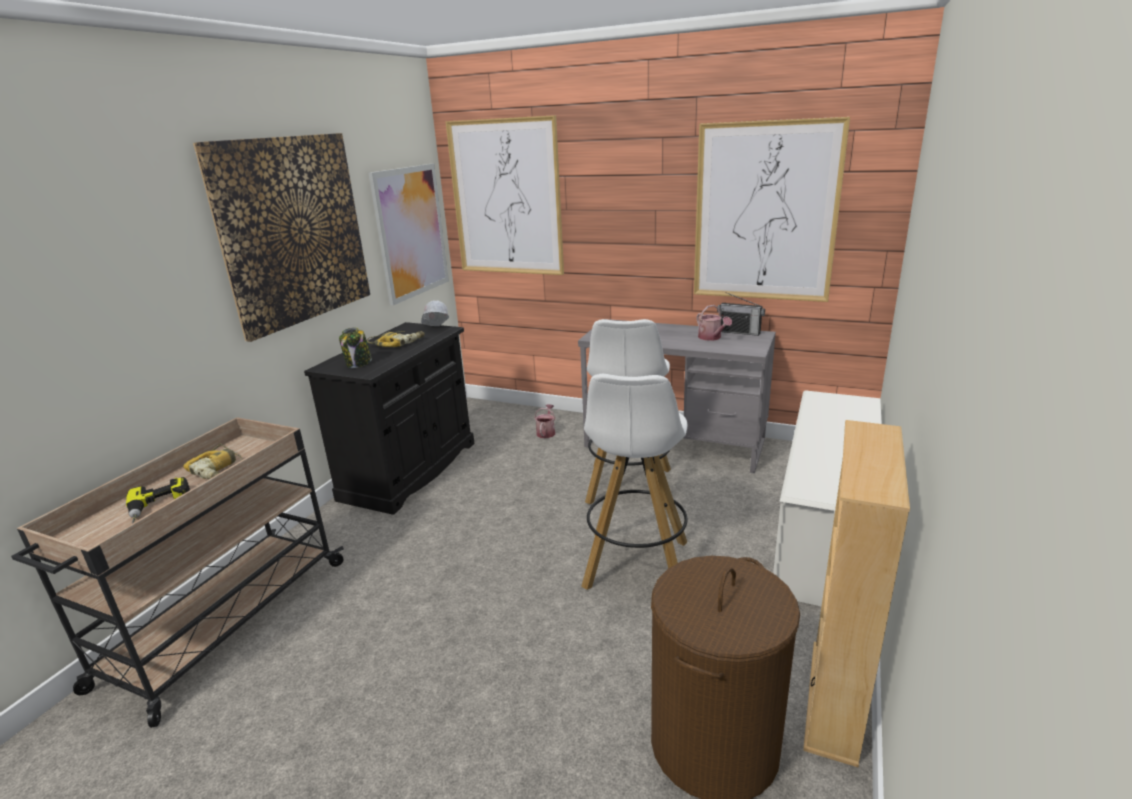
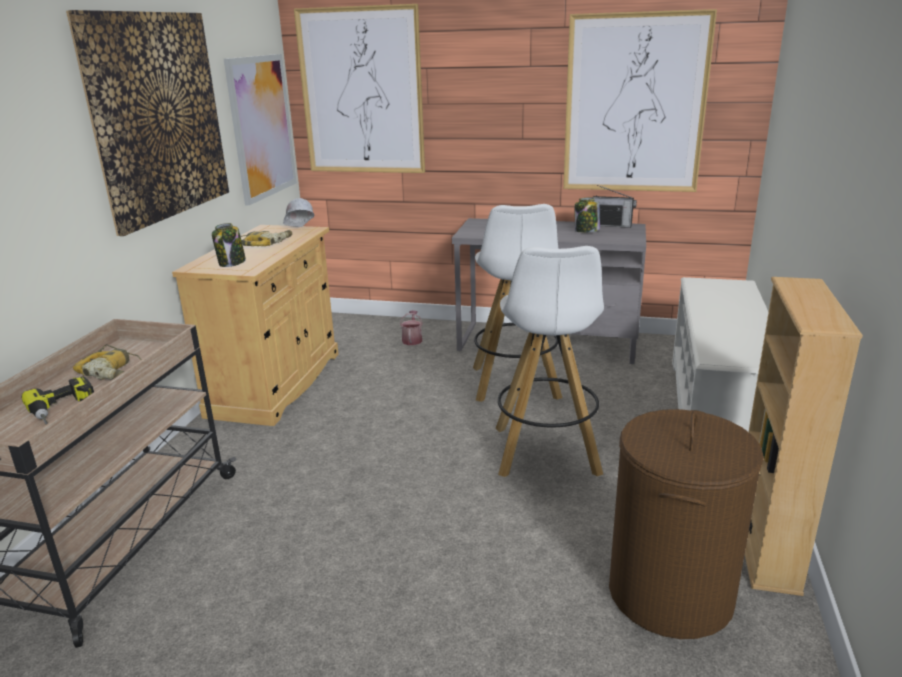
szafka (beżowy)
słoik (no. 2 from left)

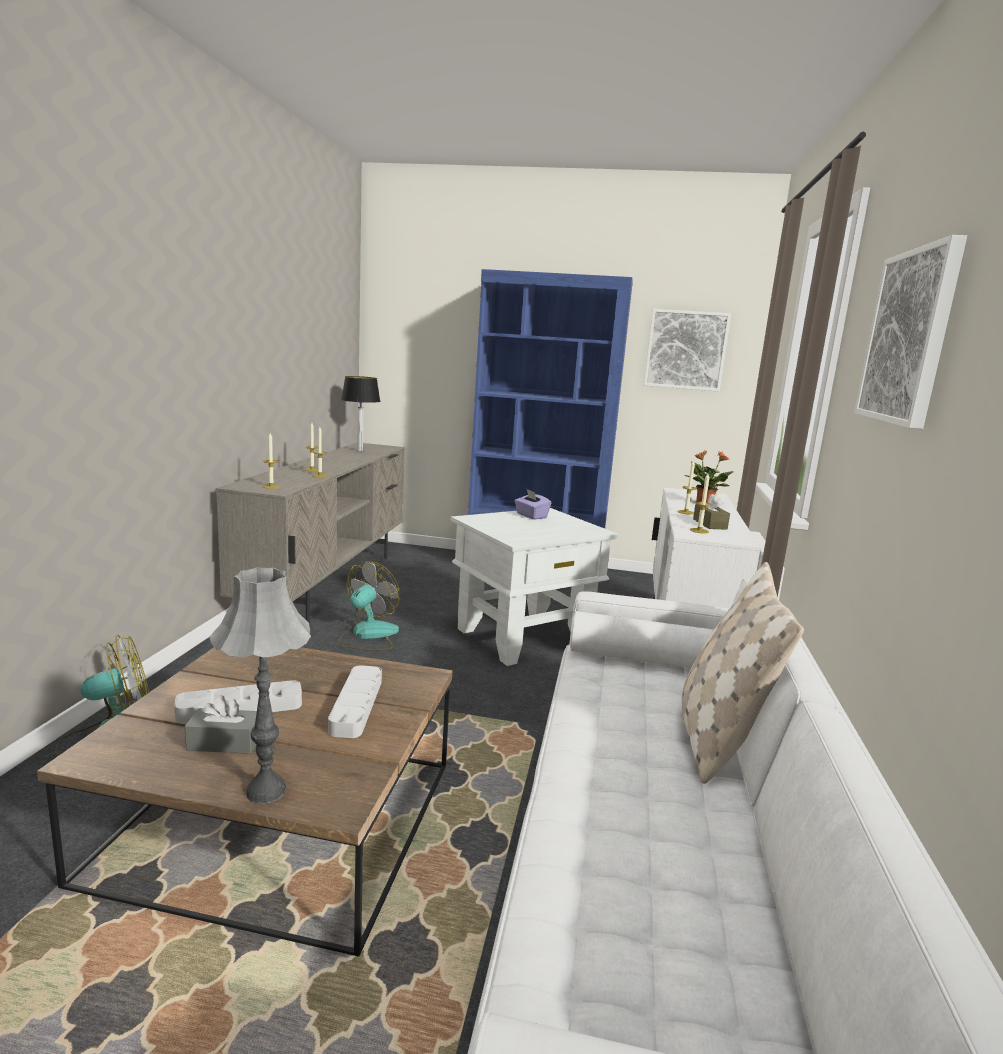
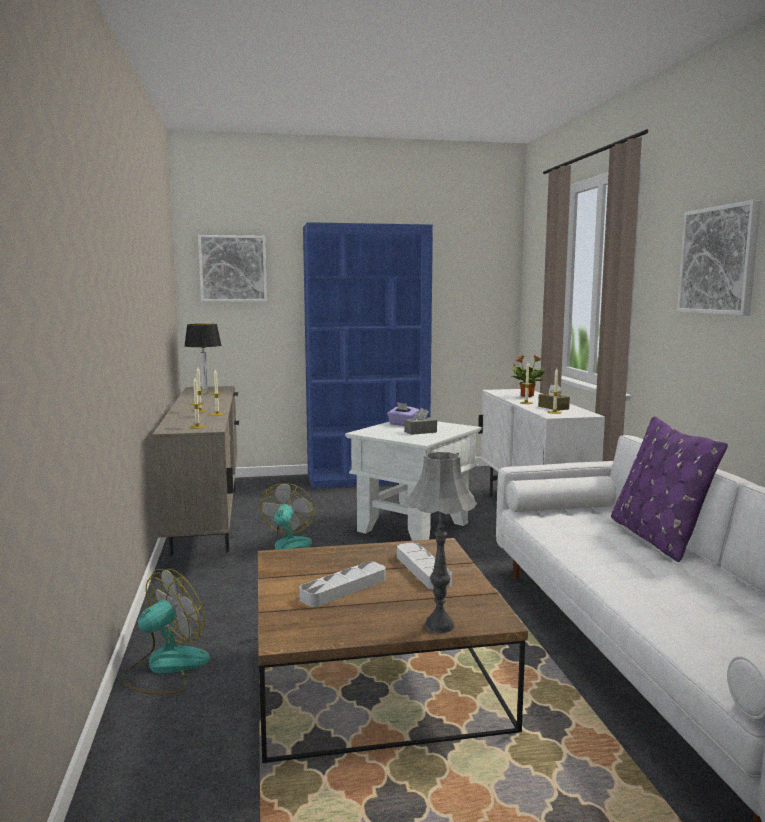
pudełko chusteczek (szary)
obraz (no. 1 from left)
poduszka (fioletowy)

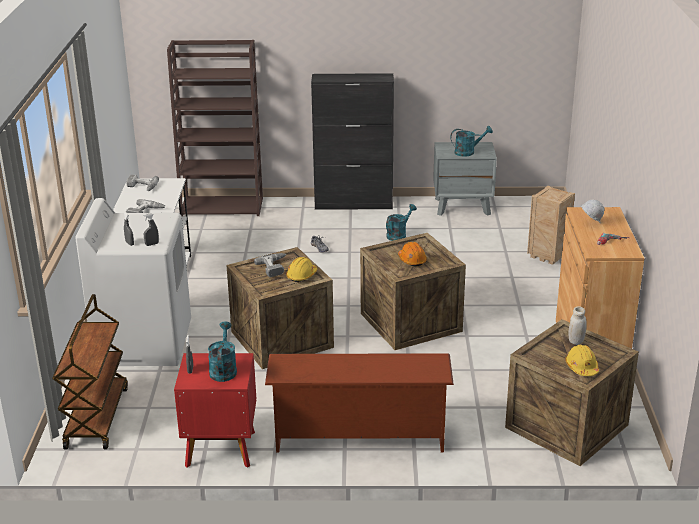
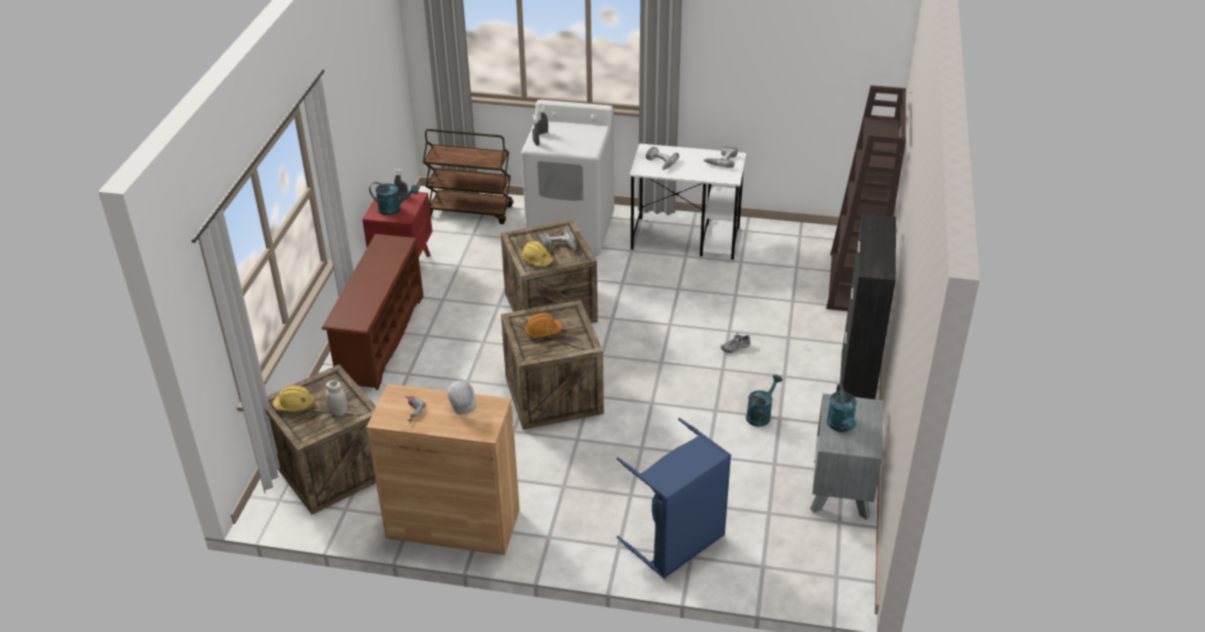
konewka (turkusowy) (no. 2 from left)
kosz na pranie (niebieski)

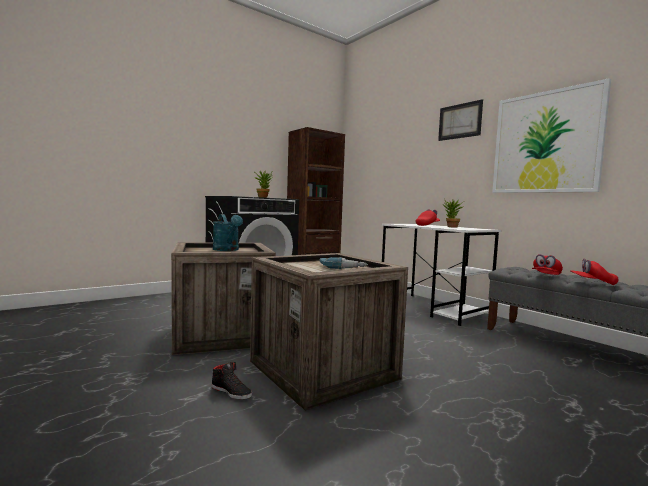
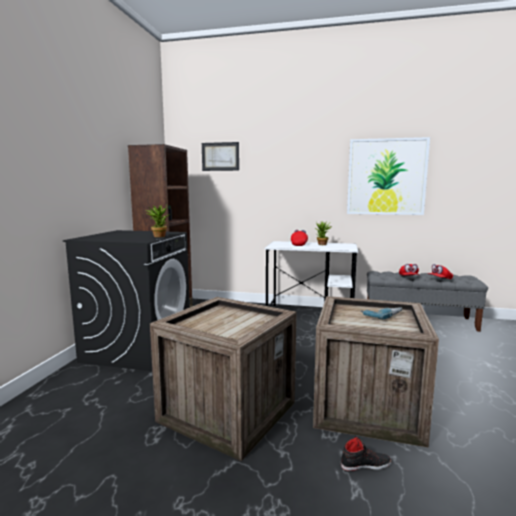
konewka (turkusowy)
obraz (no. 1 from left)

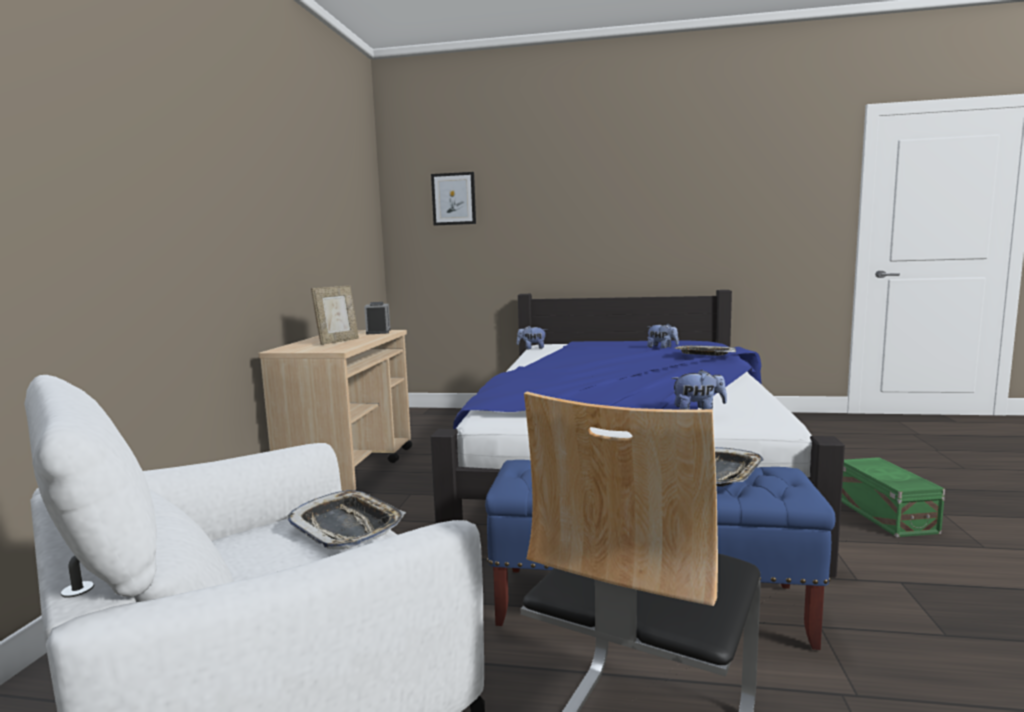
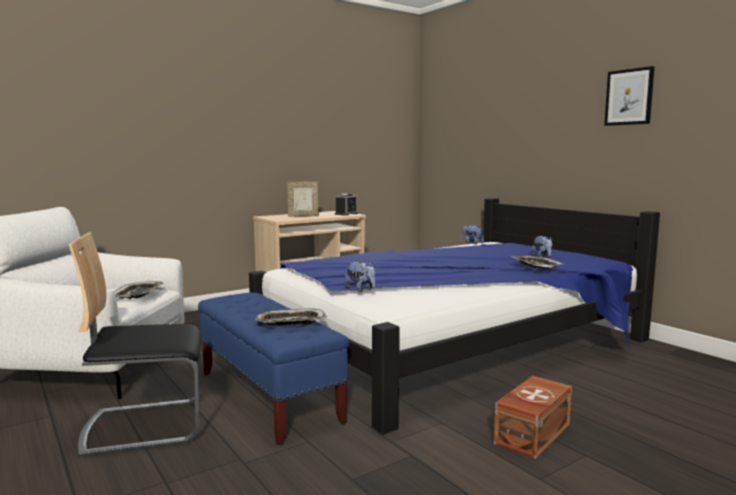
obraz
pojemnik do przechowywania (brązowy)

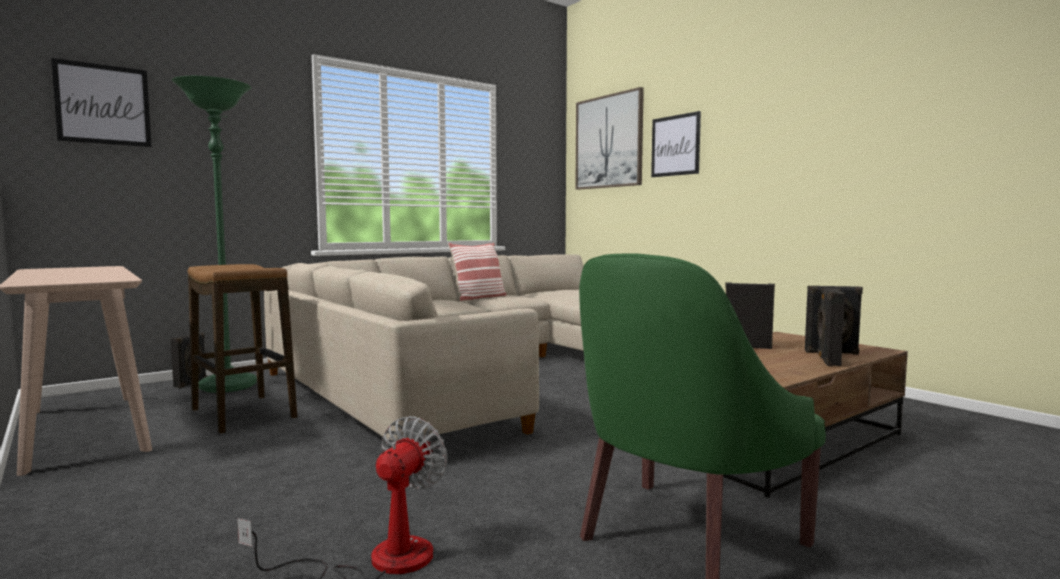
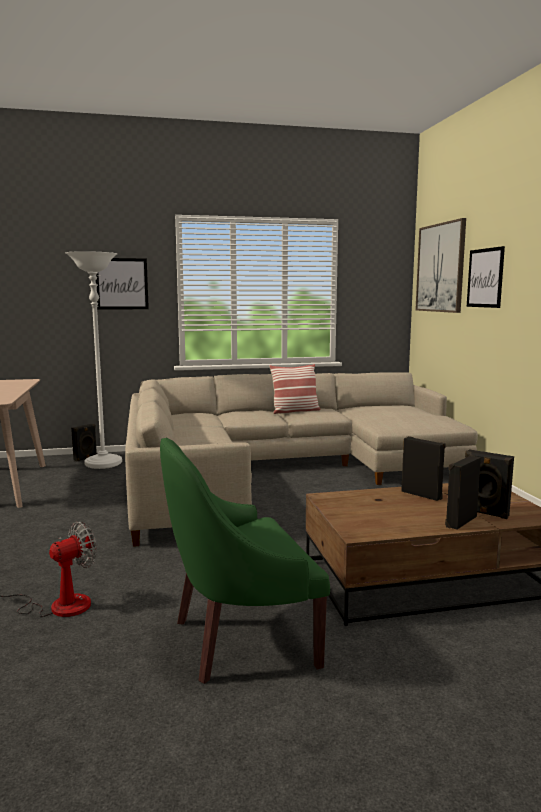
obraz (no. 1 from left)
lampa stojąca (biały)
stołek

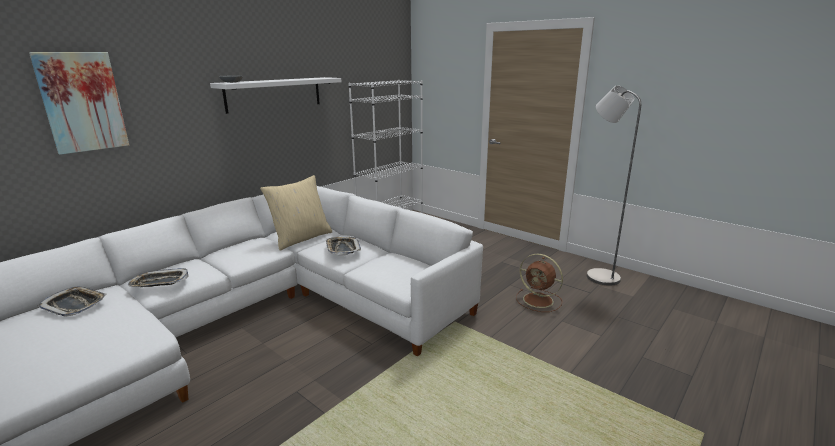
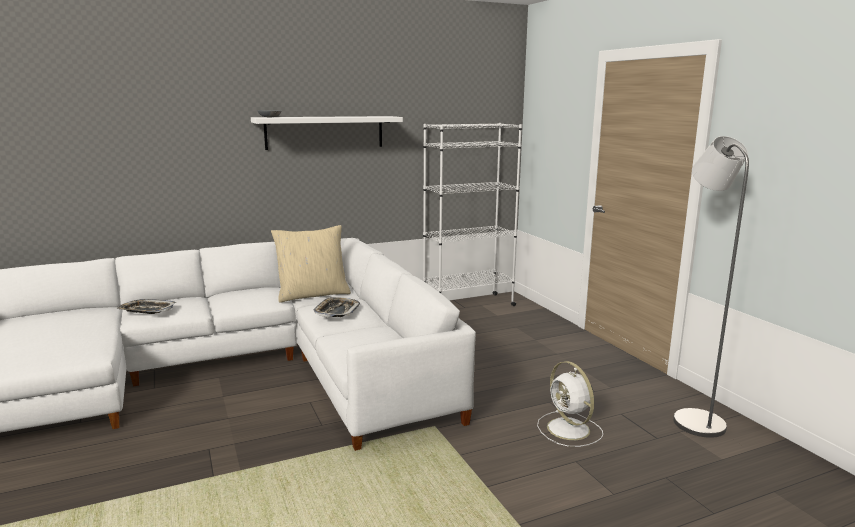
obraz
taca (no. 1 from left in the first image)
wentylator (biały)

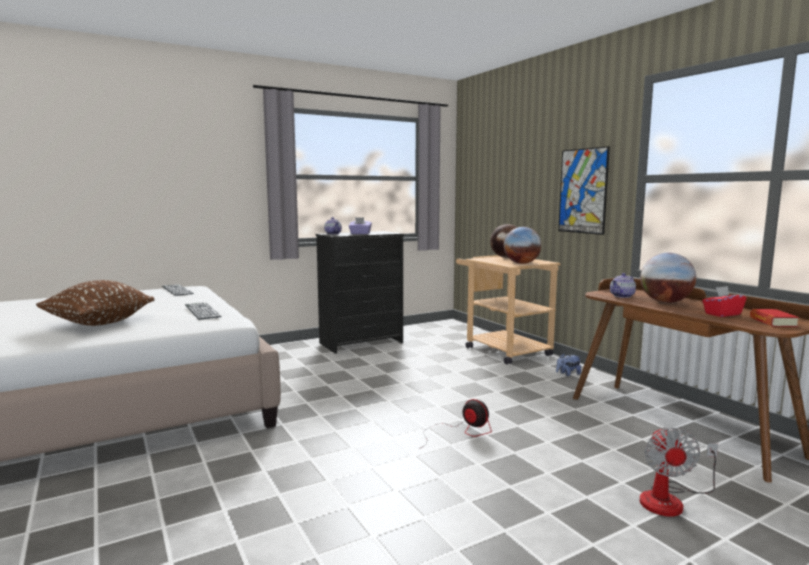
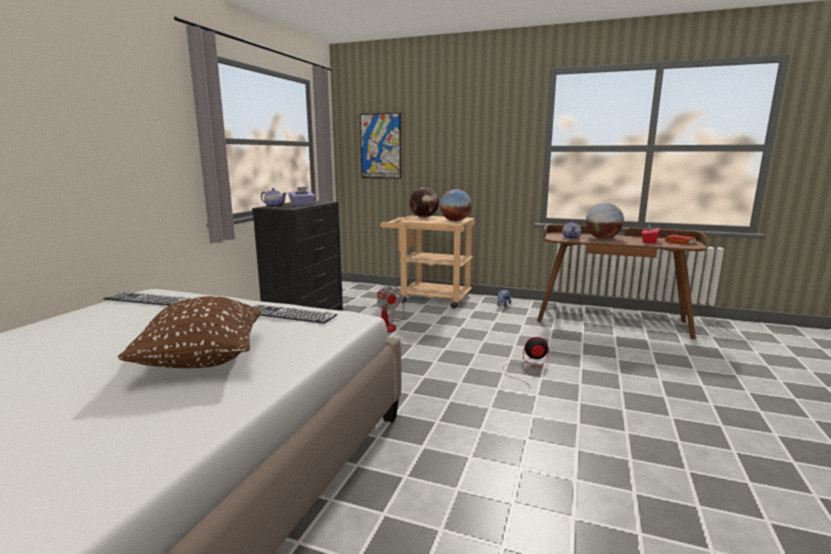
obraz
wentylator (no. 1 from left)

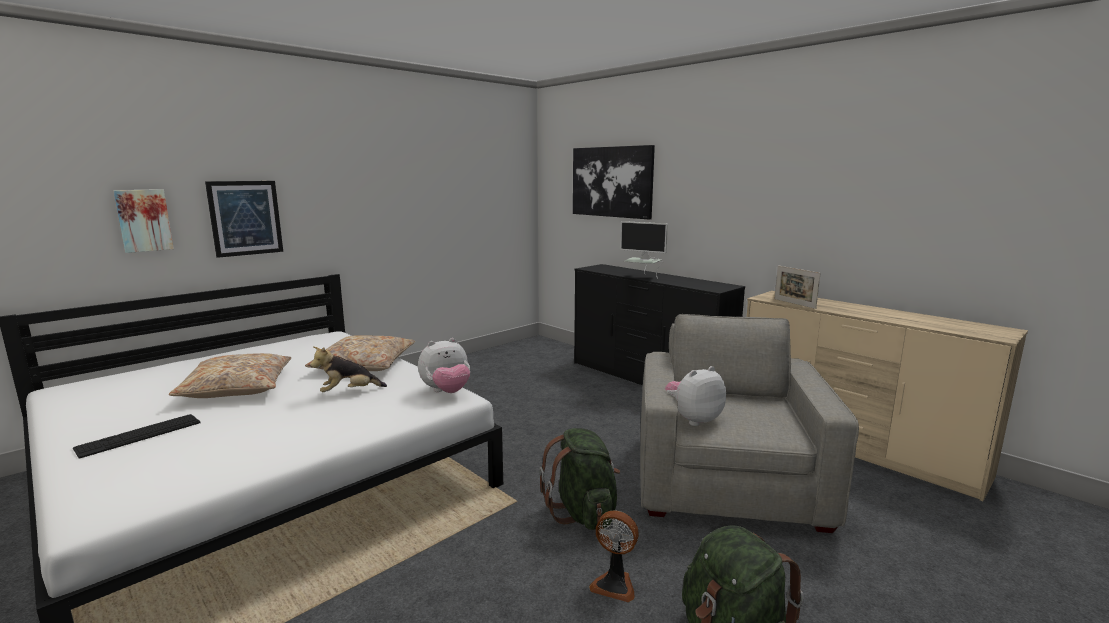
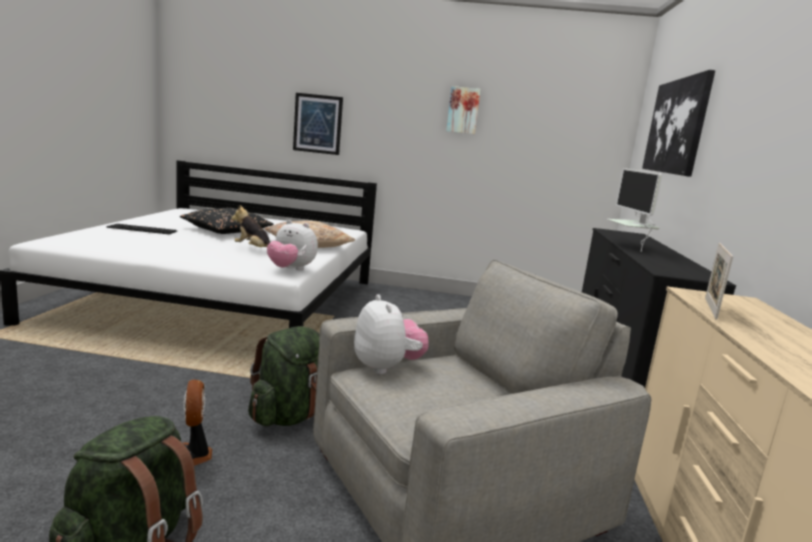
obraz (no. 2 from left)
poduszka (czarny)
pluszak (no. 3 from left)

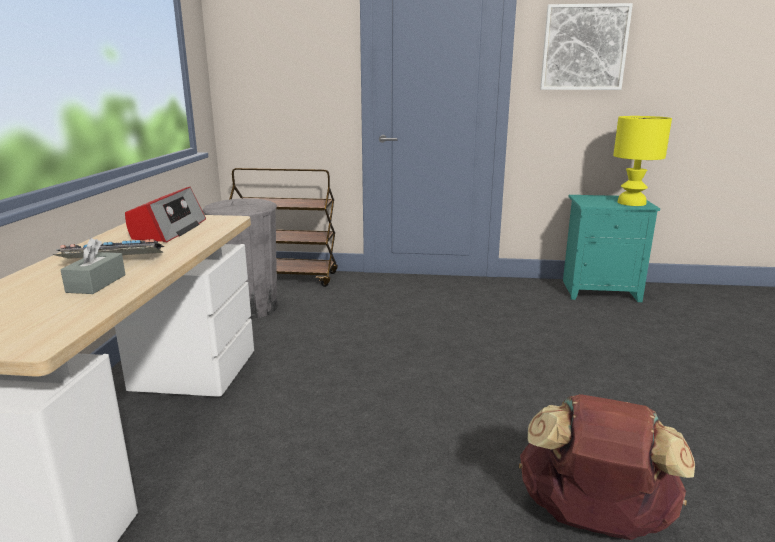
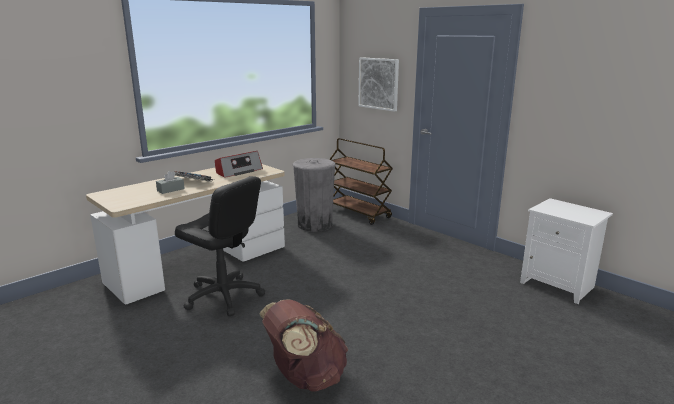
obraz
szafka nocna (biały)
lampa stołowa (żółty)
krzesło biurowe (czarny)

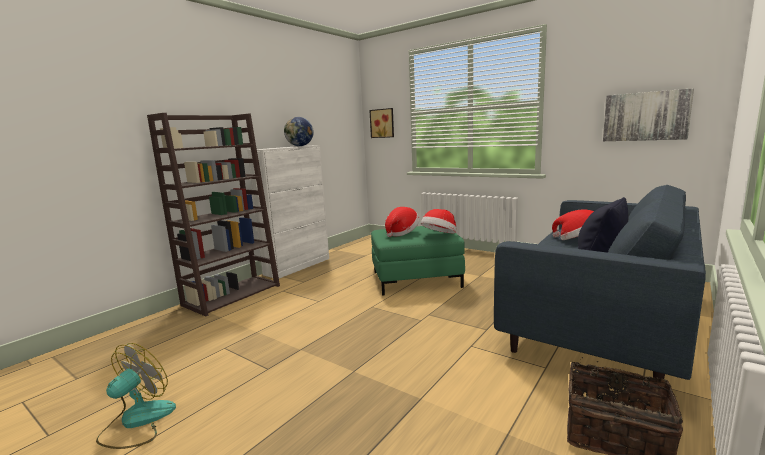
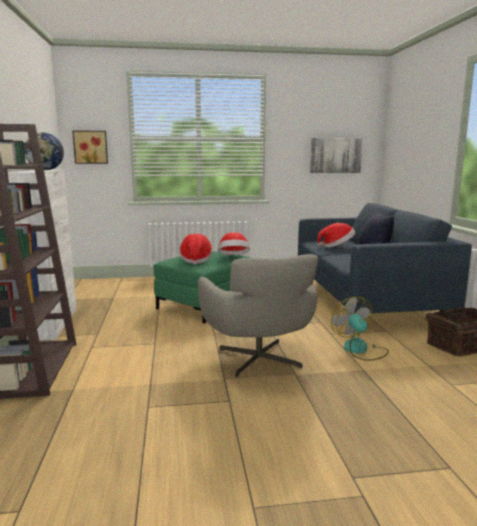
wentylator
fotel (szary)

